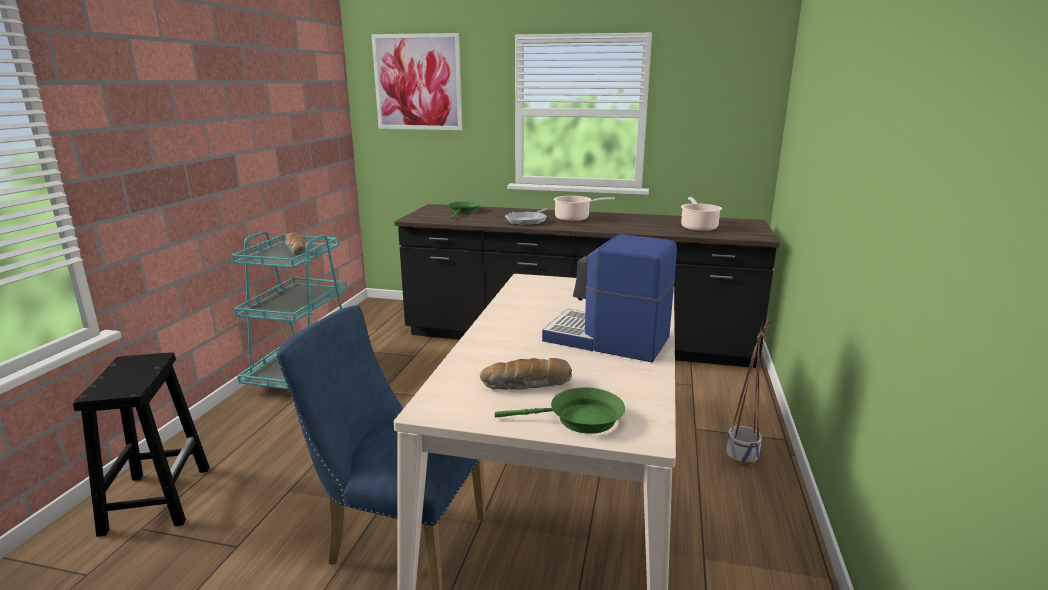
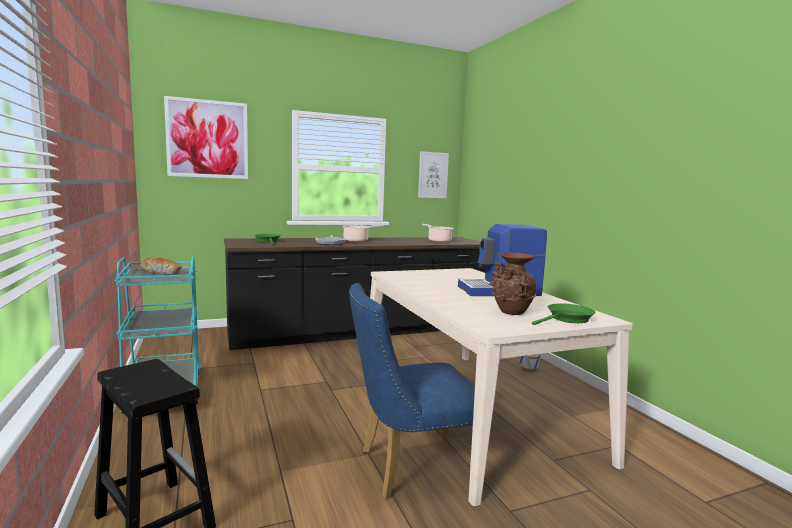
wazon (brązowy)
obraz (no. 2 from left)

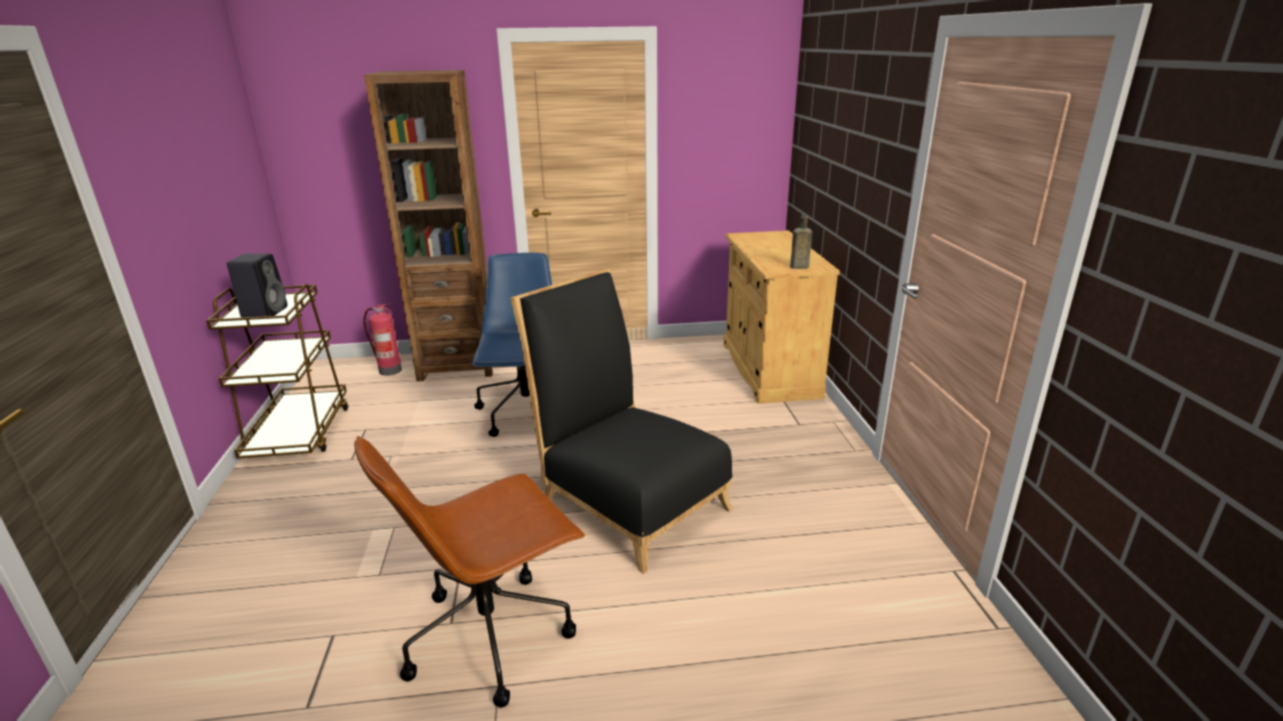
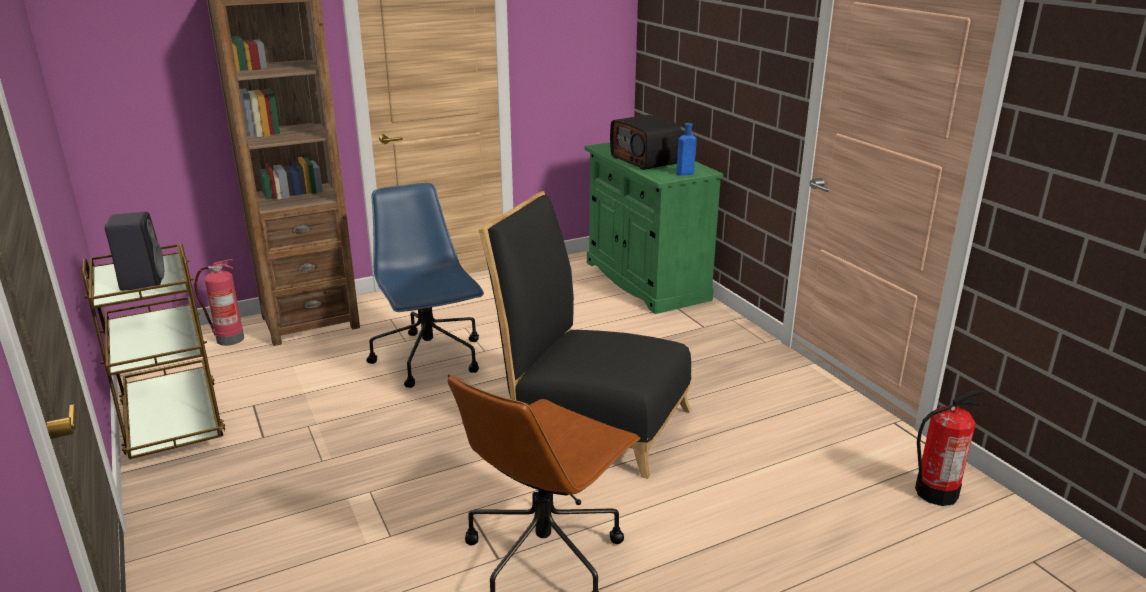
szafka (zielony)
butelka (niebieski)
radio
gaśnica (no. 2 from left)

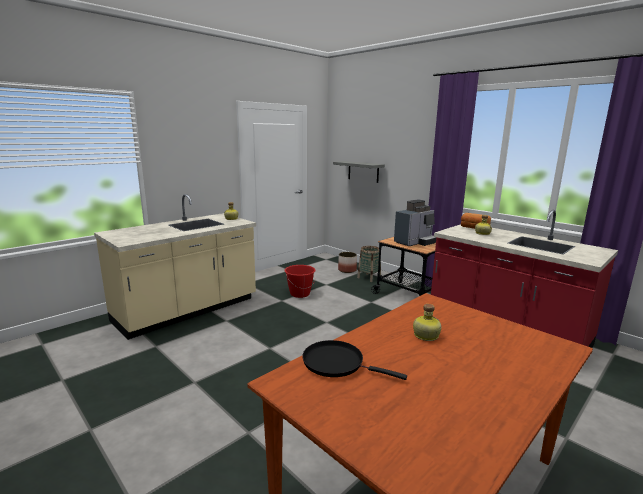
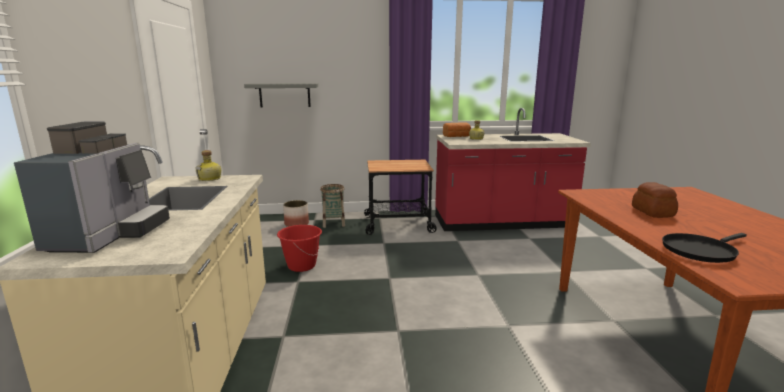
ekspres do kawy
chleb (no. 2 from left)

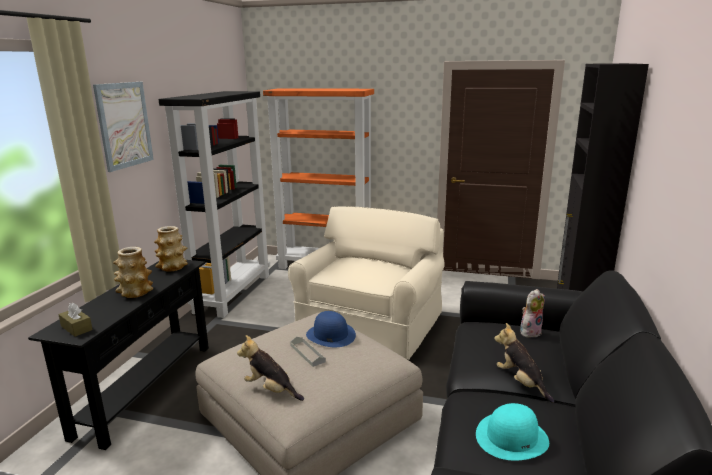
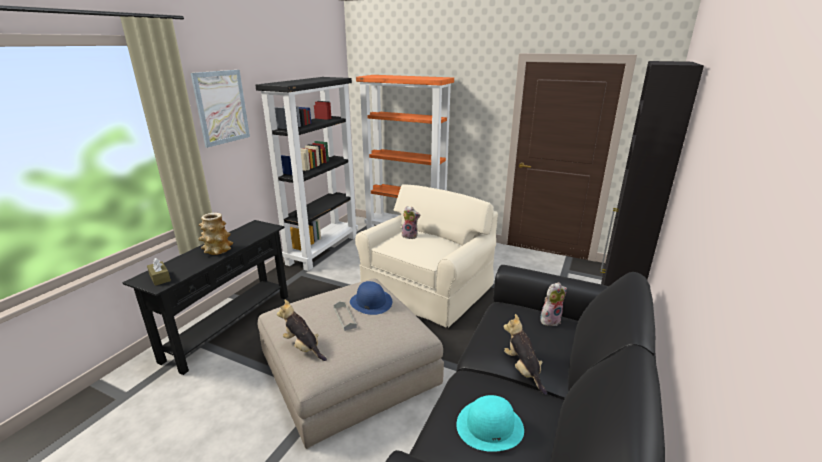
wazon (no. 2 from left in the first image)
pluszak (no. 2 from left)

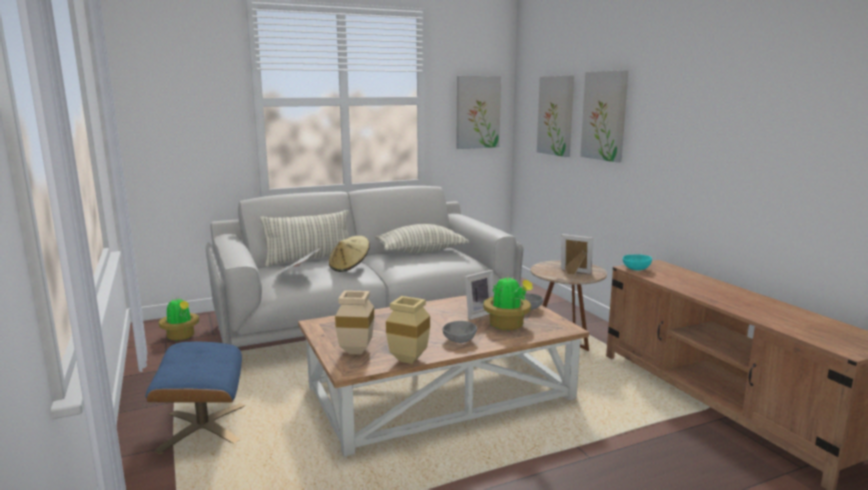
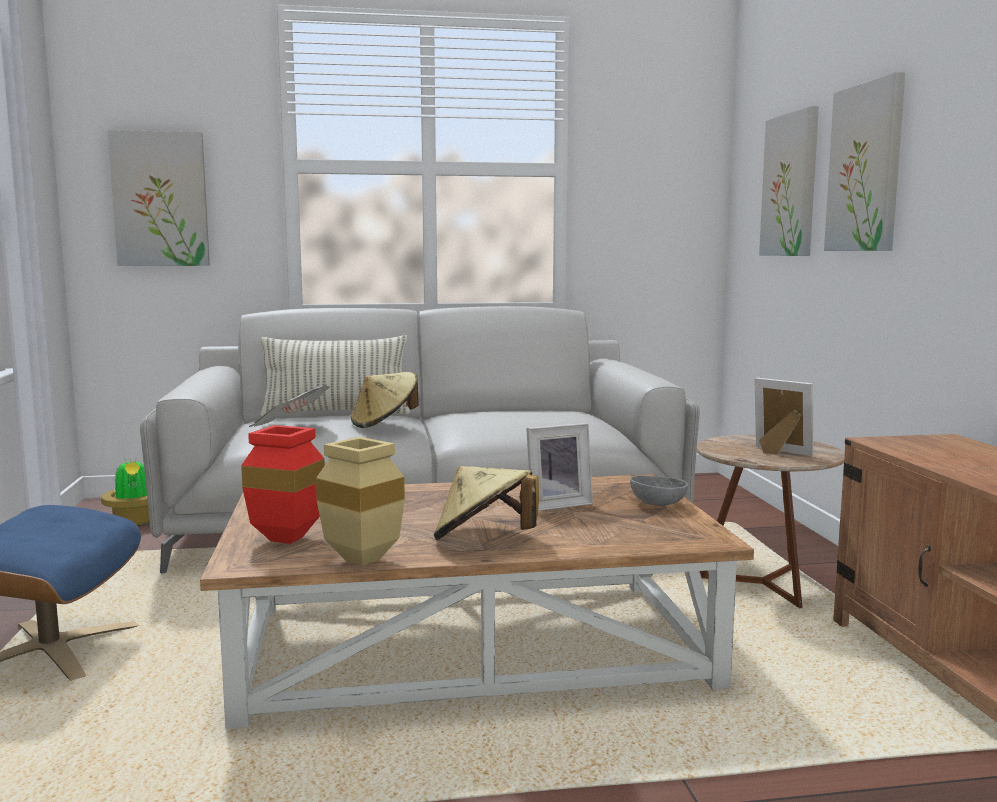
wazon (czerwony)
poduszka (no. 2 from left in the first image)
kapelusz (beżowy) (no. 2 from left)
obraz (no. 1 from left)
roślina doniczkowa (no. 2 from left in the first image)
miska (turkusowy)

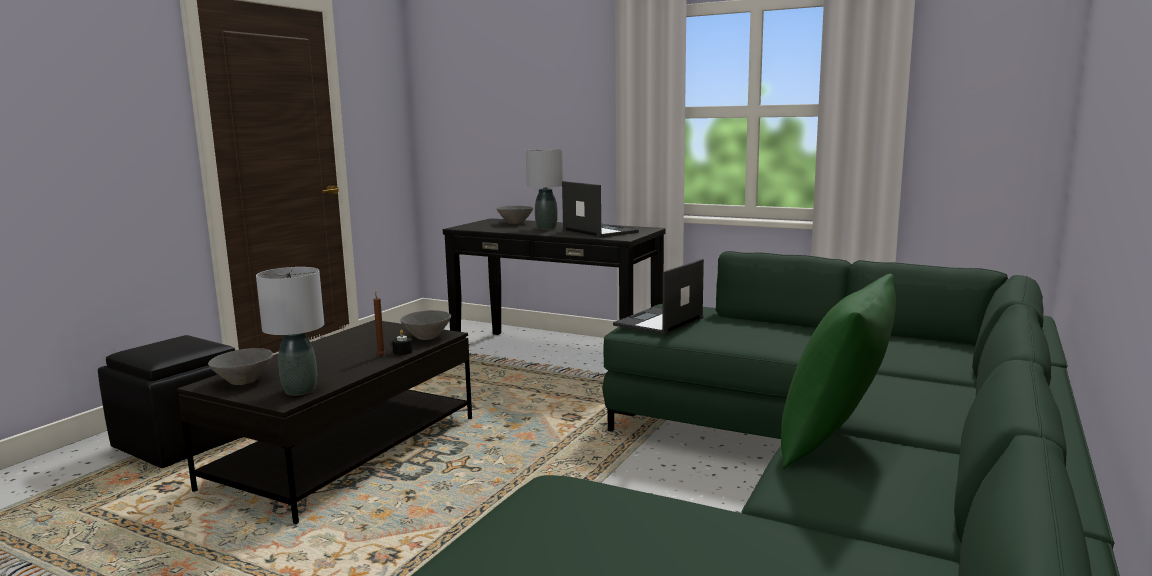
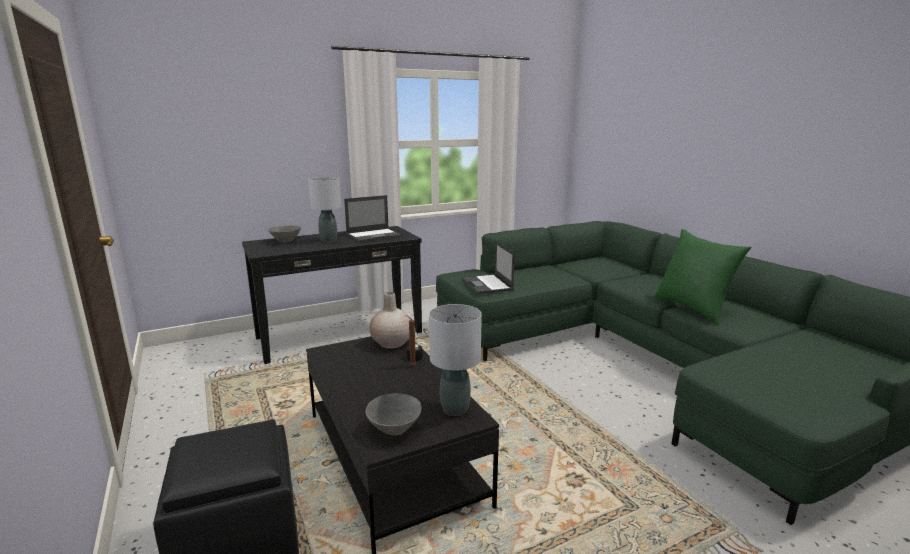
wazon (beżowy)
laptop (no. 1 from left)

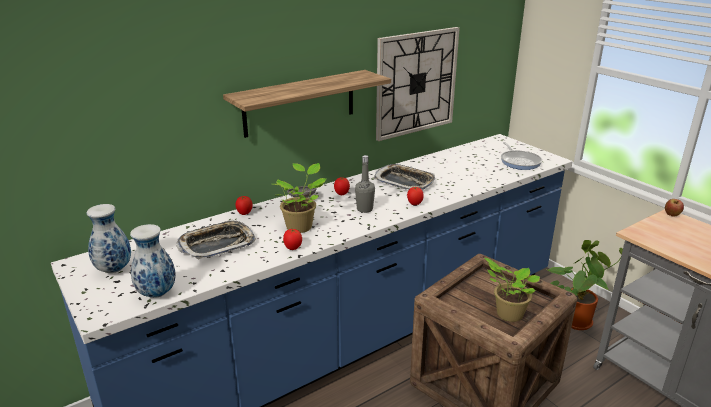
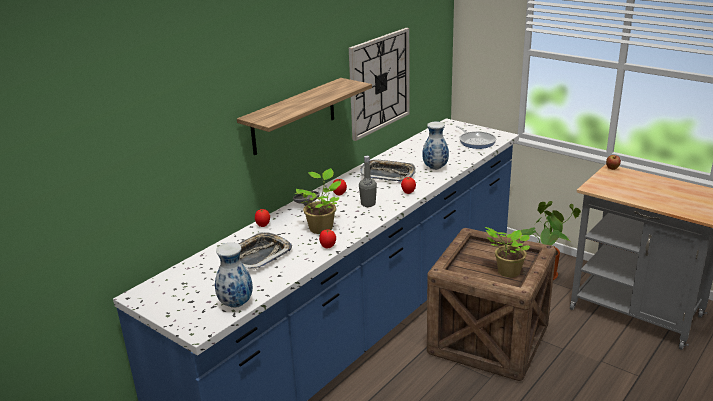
wazon (no. 2 from left)

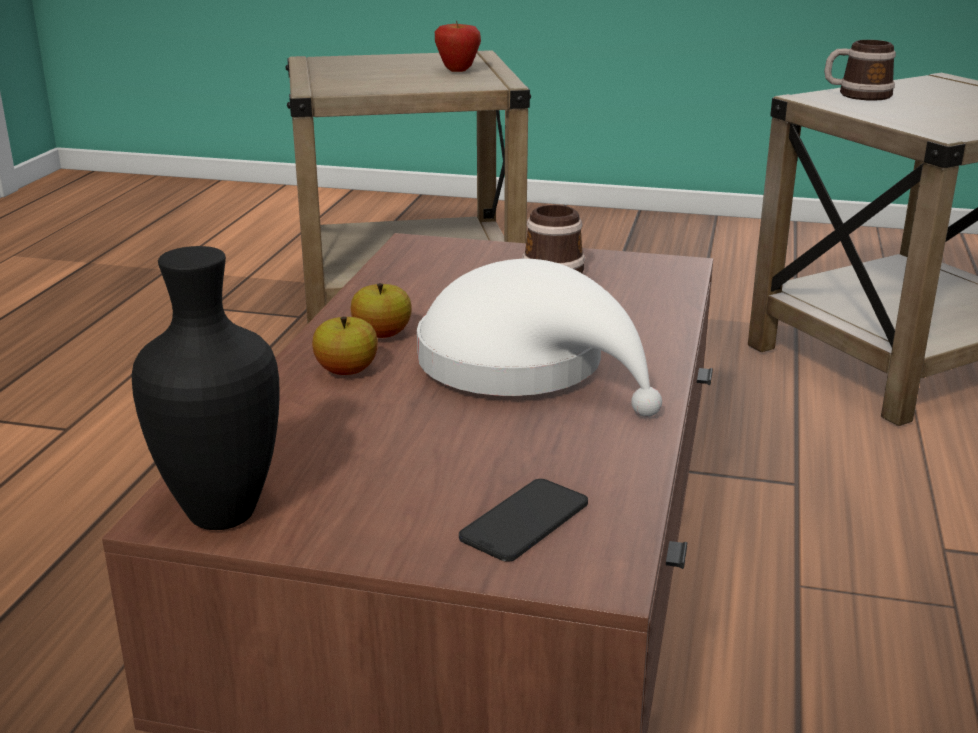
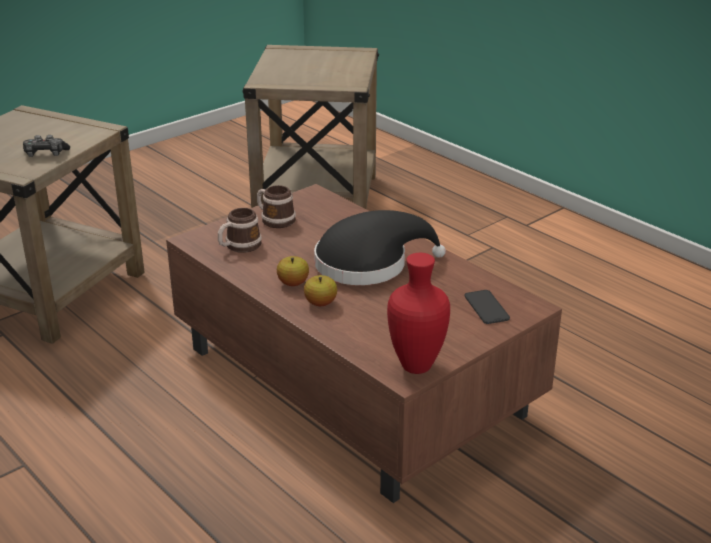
wazon (czerwony)
kapelusz (czarny)
jabłko (no. 3 from left in the first image)
kubek (no. 1 from left)
pad do gier

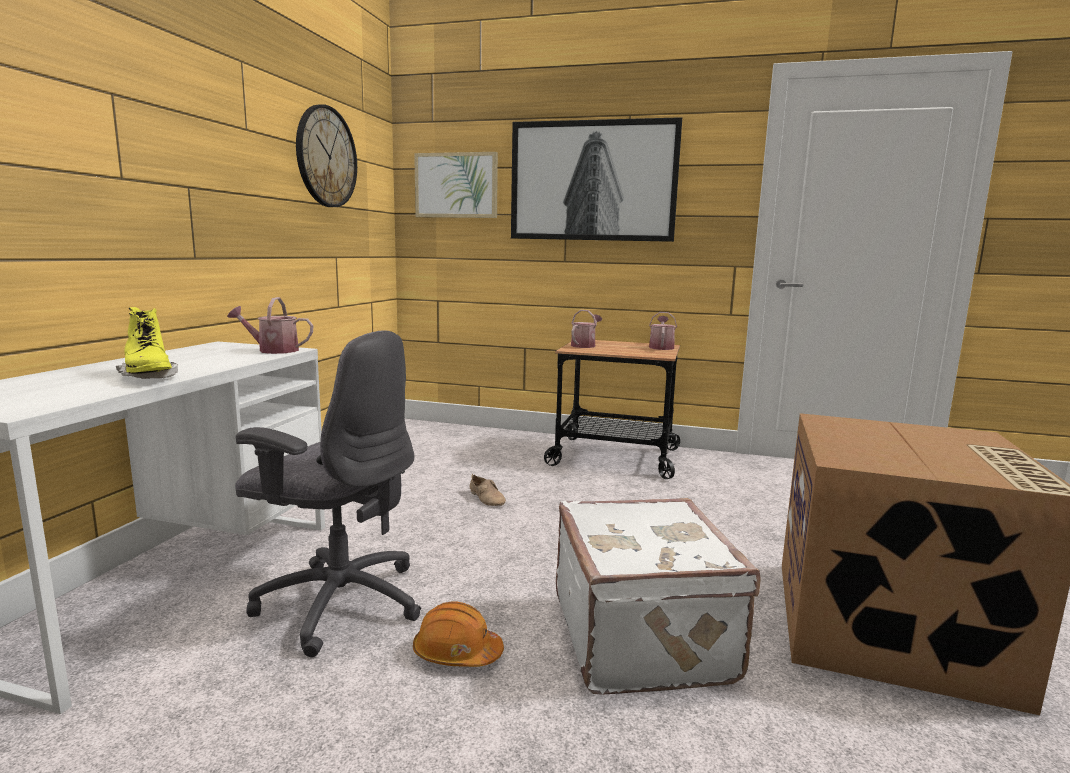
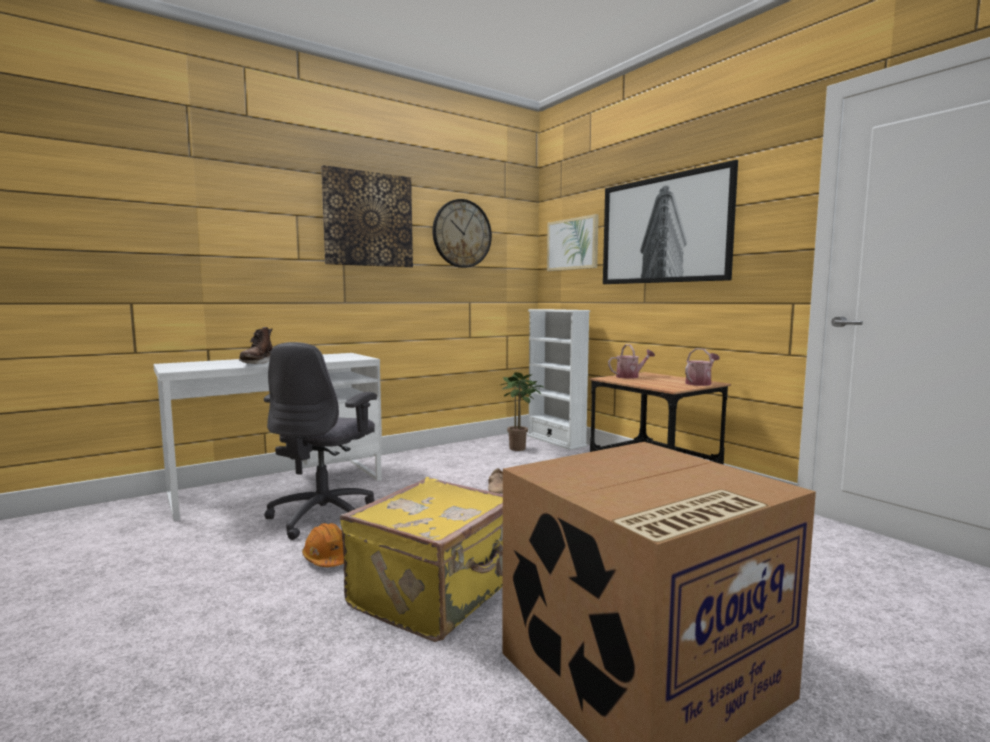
but z cholewką (brązowy)
konewka (no. 1 from left in the first image)
krzesło biurowe (szary)
walizka (żółty)
obraz (no. 1 from left)
roślina doniczkowa
regał (biały)

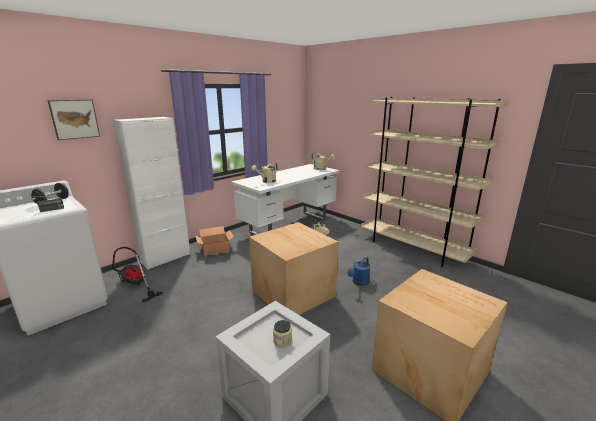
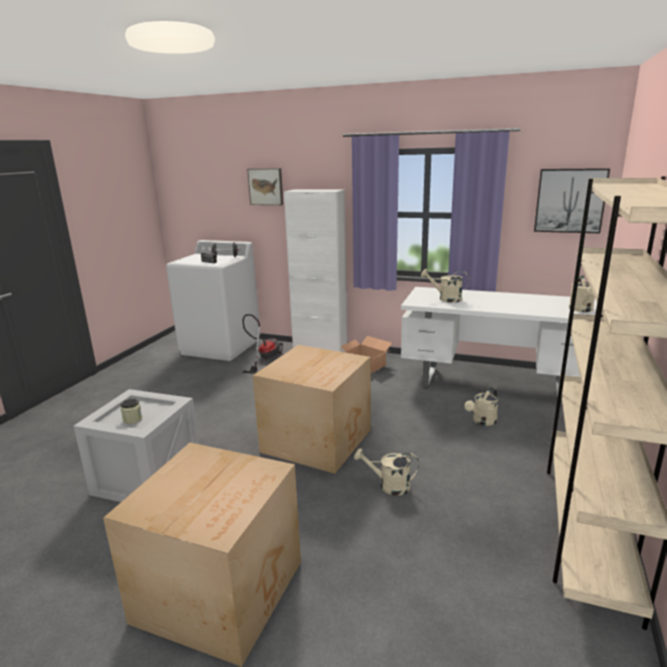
konewka (beżowy) (no. 1 from left)
obraz (no. 2 from left)

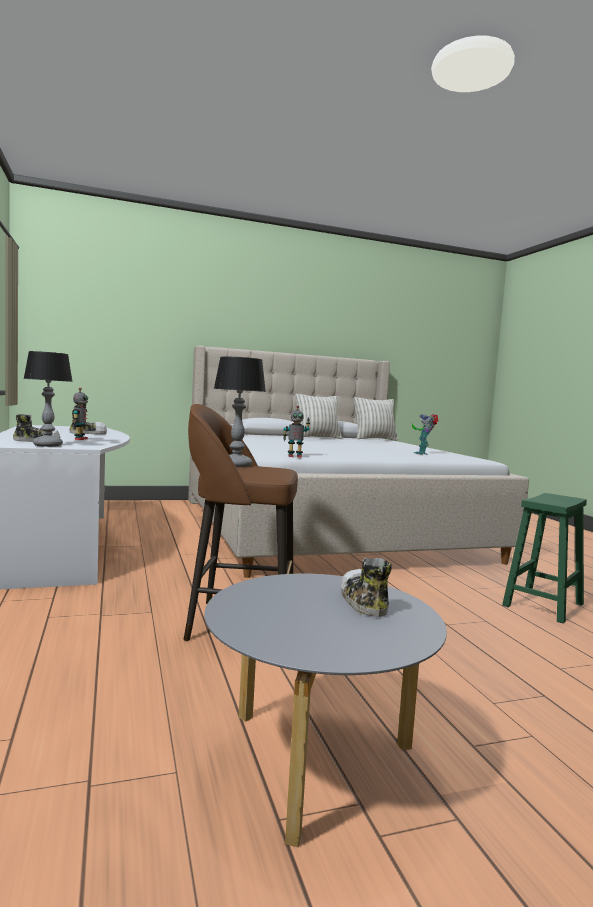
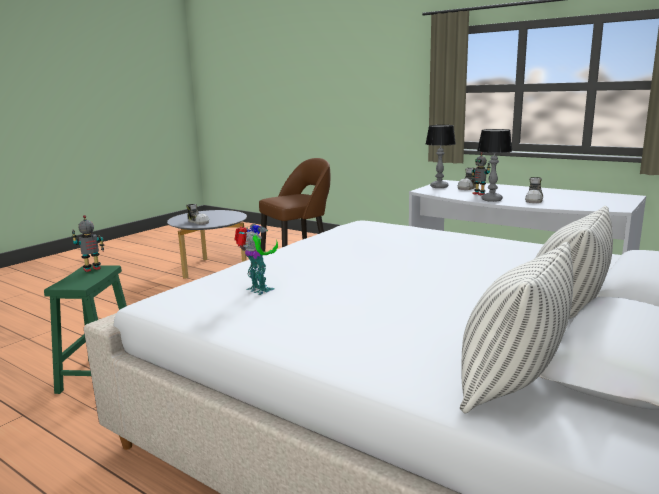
lampa stołowa (no. 2 from left)
robot zabawkowy (no. 1 from left)

